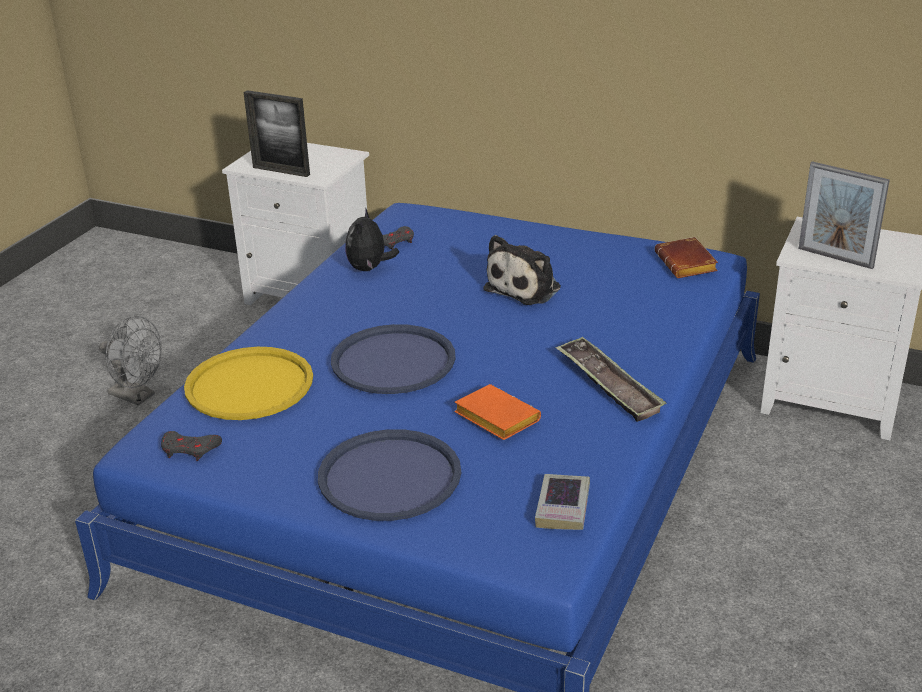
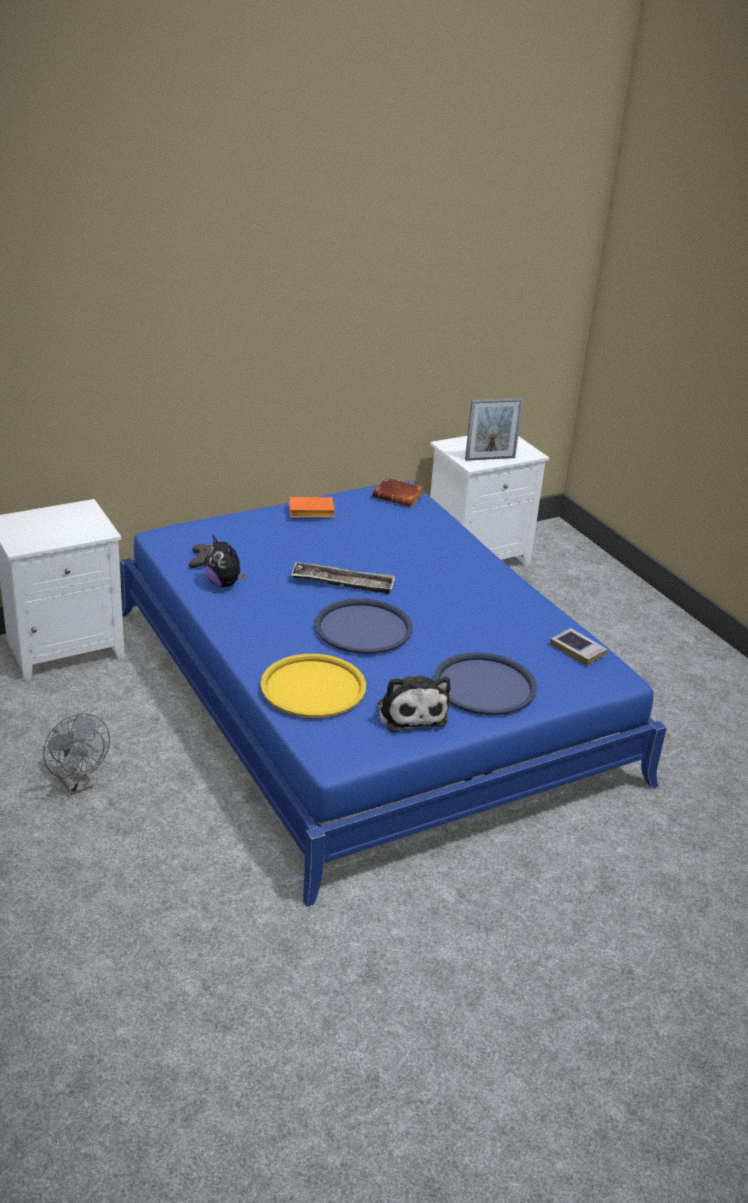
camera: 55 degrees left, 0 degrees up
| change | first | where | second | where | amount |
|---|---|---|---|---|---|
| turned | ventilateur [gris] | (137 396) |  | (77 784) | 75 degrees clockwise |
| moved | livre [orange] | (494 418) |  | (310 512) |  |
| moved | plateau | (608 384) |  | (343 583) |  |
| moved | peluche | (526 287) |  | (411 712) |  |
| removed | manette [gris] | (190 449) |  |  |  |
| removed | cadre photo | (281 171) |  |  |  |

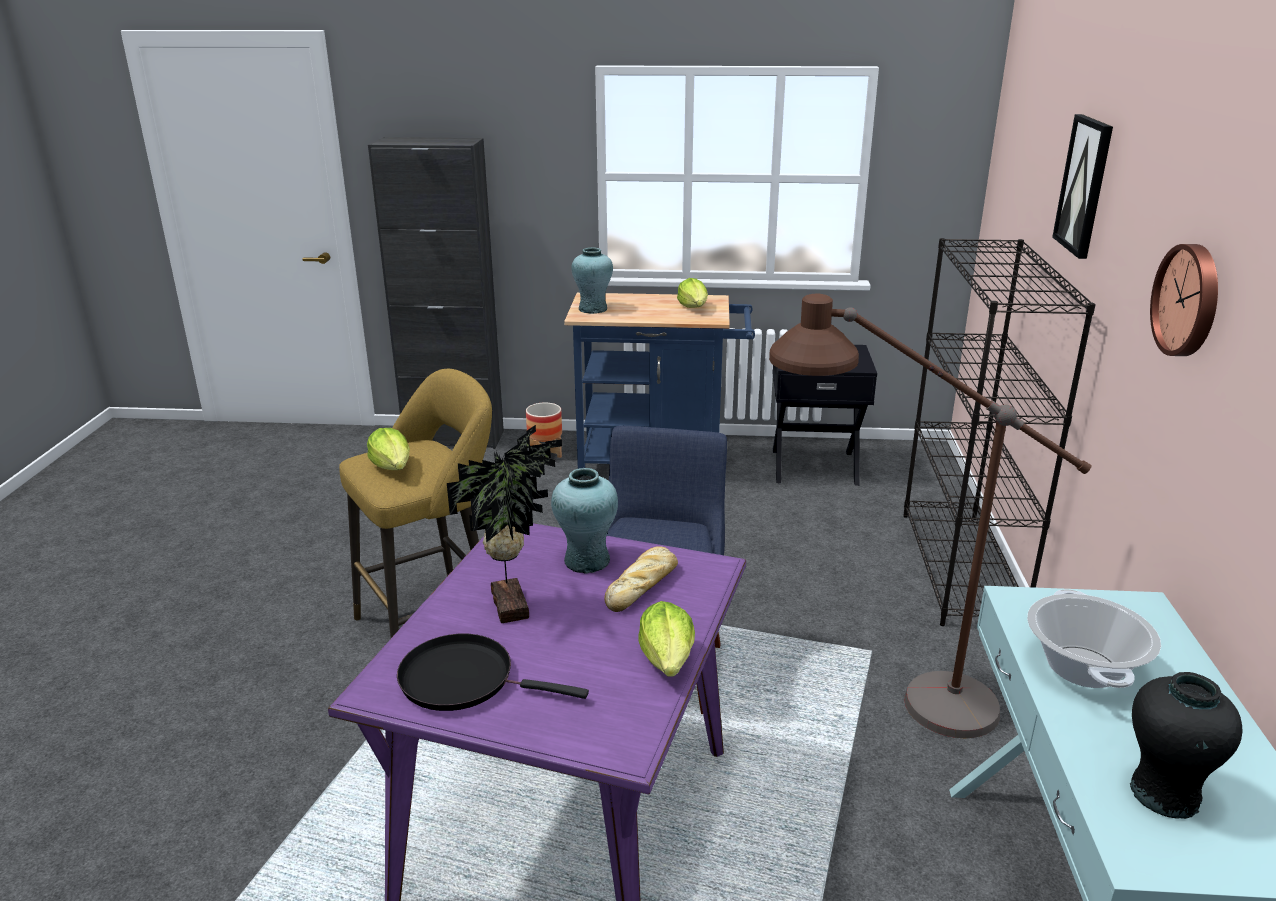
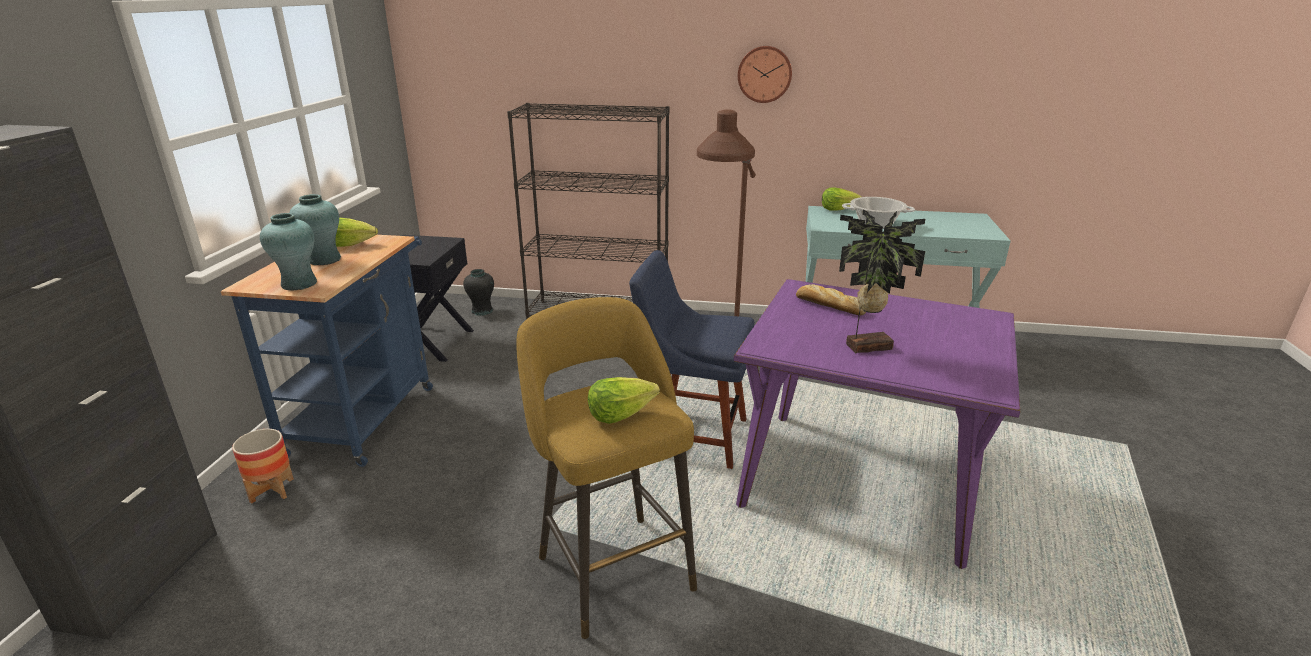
camera: 85 degrees left, 0 degrees up
| change | first | where | second | where | amount |
|---|---|---|---|---|---|
| moved | vase [turquoise] | (586 561) |  | (324 260) |  |
| moved | vase [noir] | (1164 794) |  | (482 311) |  |
| moved | laitue | (668 659) |  | (838 209) |  |
| removed | poêle [noir] | (464 679) |  |  |  |
| removed | tableau | (1084 185) |  |  |  |

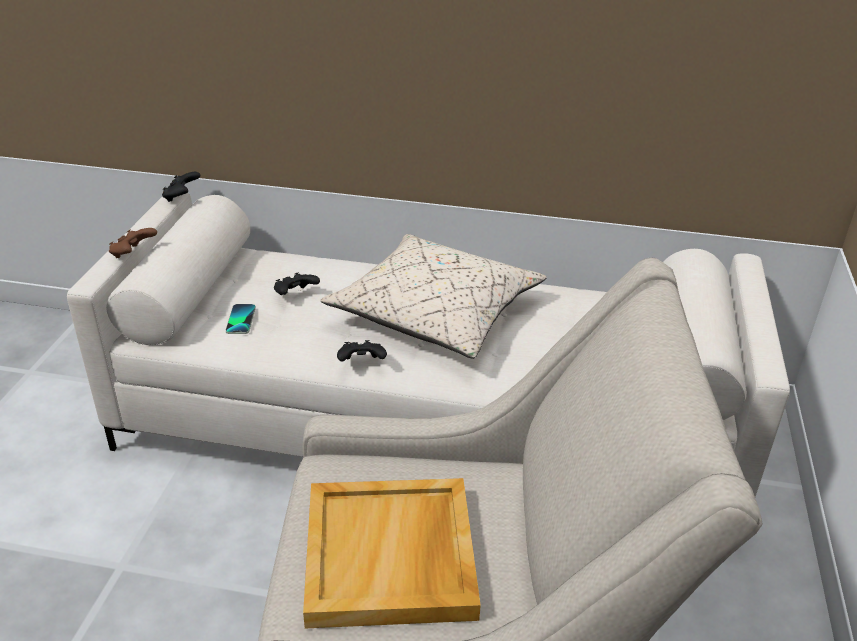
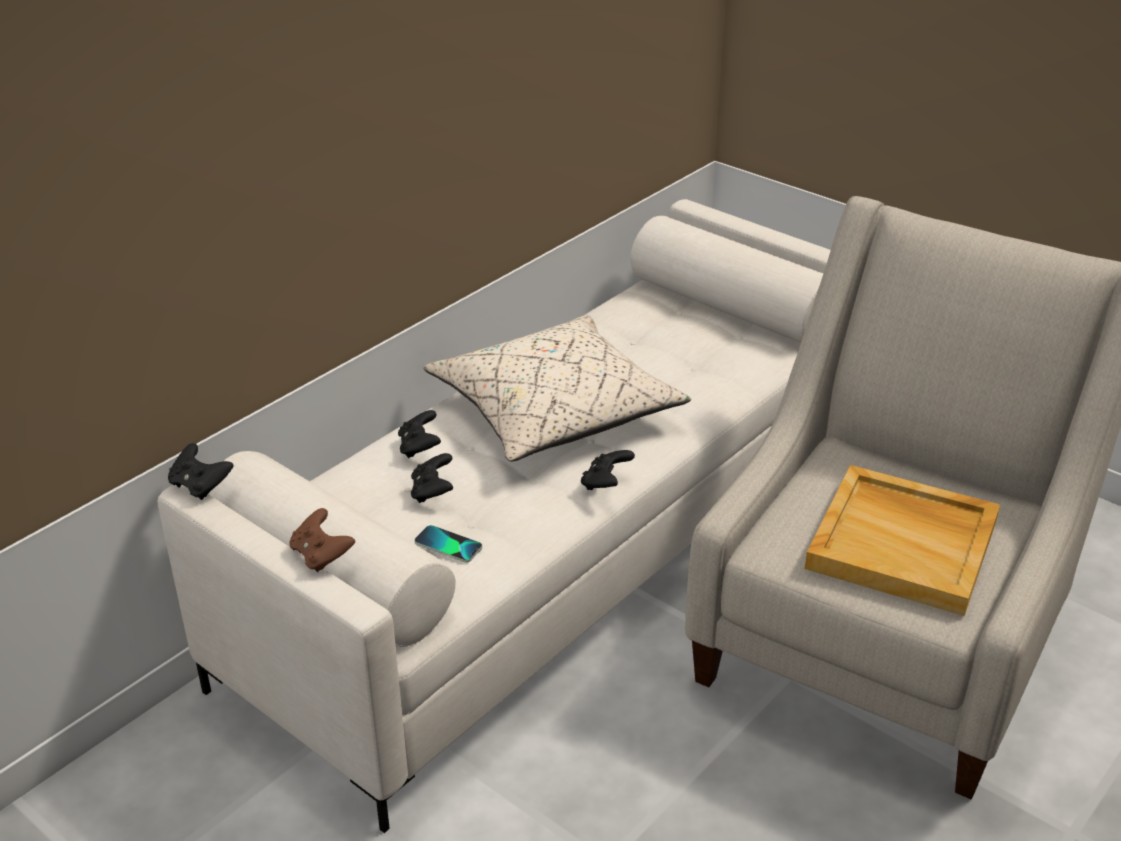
camera: 60 degrees left, 0 degrees up
| change | first | where | second | where | amount |
|---|---|---|---|---|---|
| added |  |  | manette [noir] | (419 447) |  |

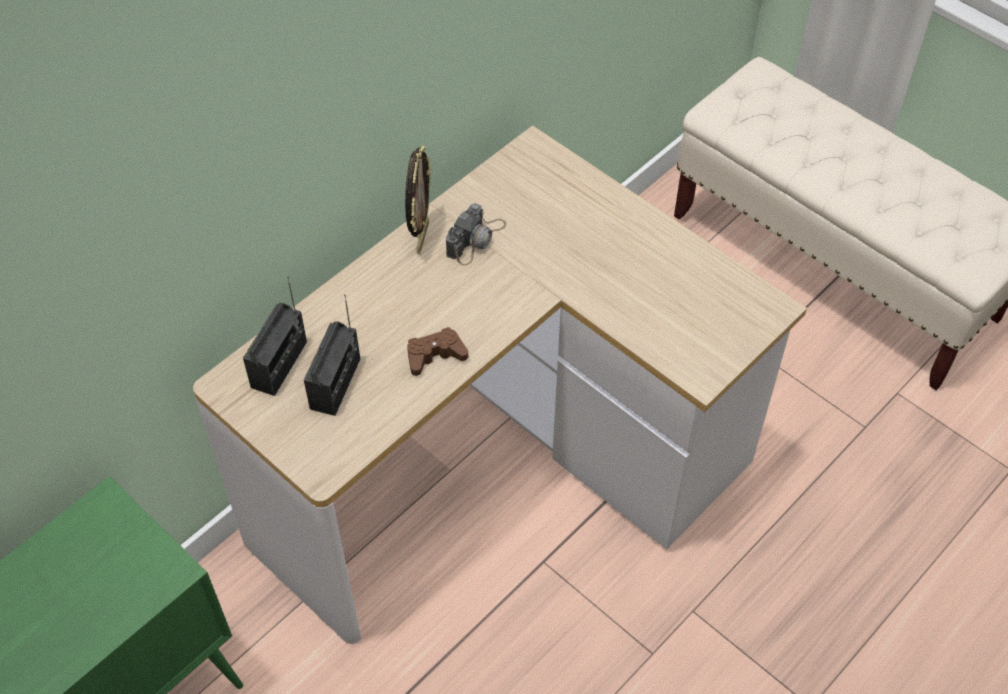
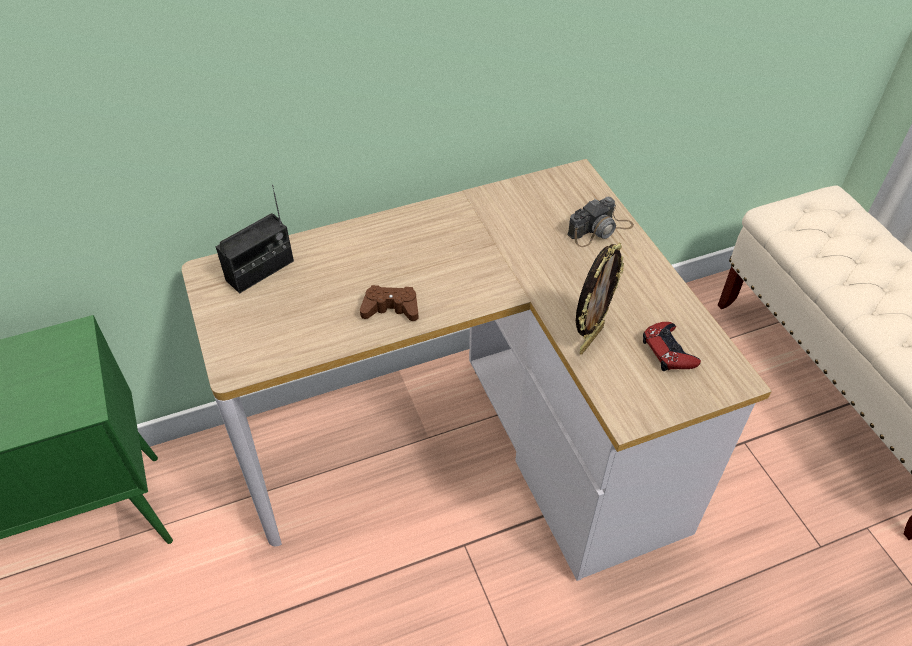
camera: 25 degrees right, 5 degrees down
| change | first | where | second | where | amount |
|---|---|---|---|---|---|
| moved | appareil photo | (476 239) |  | (600 230) |  |
| moved | cadre photo | (421 237) |  | (590 338) |  |
| added |  |  | manette [rouge] | (668 351) |  |
| removed | radio | (335 384) |  |  |  |

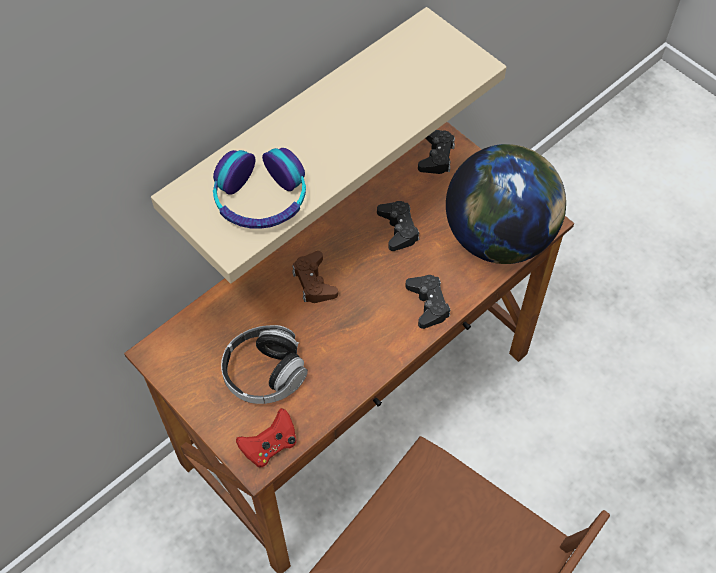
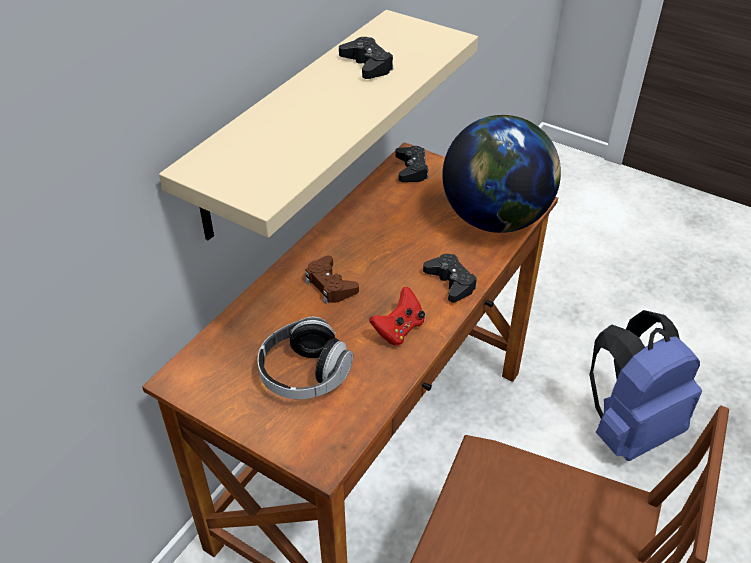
camera: 15 degrees left, 15 degrees down
| change | first | where | second | where | amount |
|---|---|---|---|---|---|
| moved | manette [noir] | (398 229) |  | (367 65) |  |
| moved | manette [rouge] | (270 446) |  | (399 329) |  |
| added |  |  | sac à dos [bleu] | (629 427) |  |
| removed | casque audio | (261 199) |  |  |  |

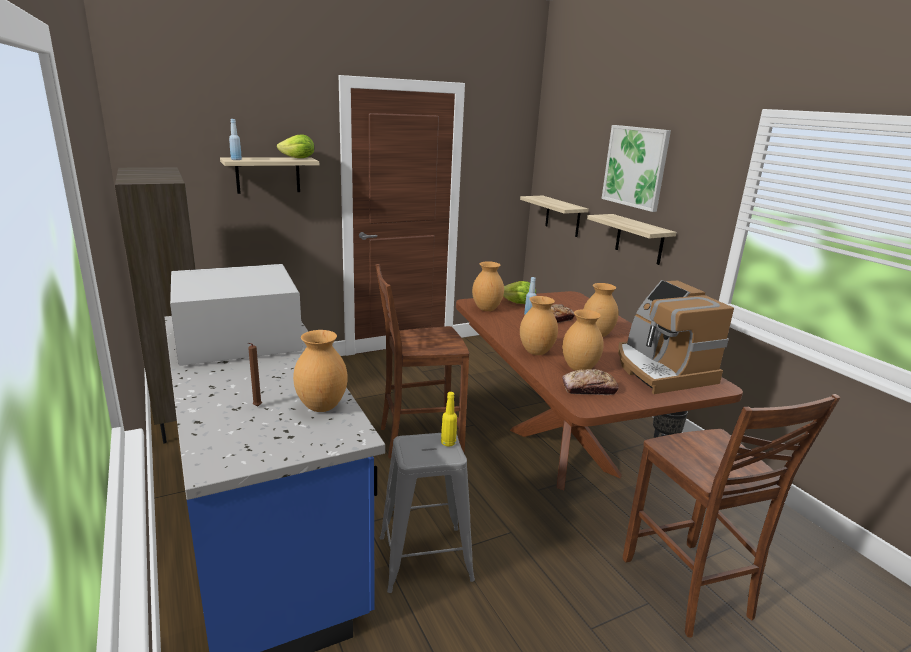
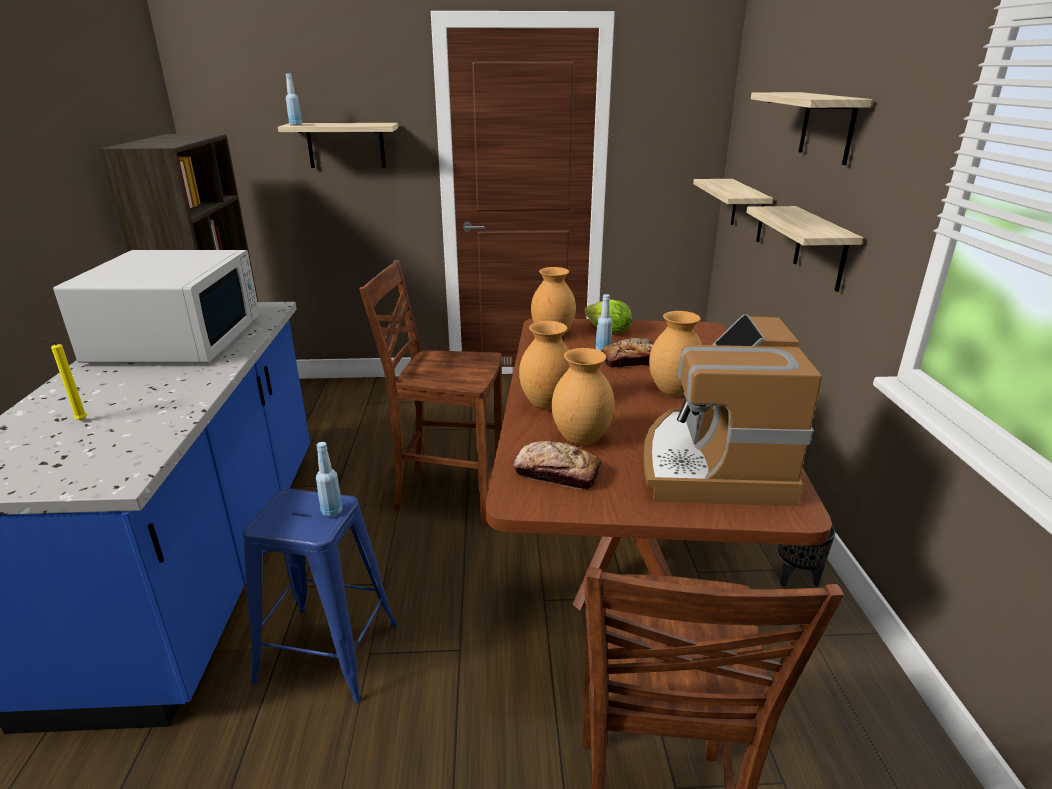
camera: 25 degrees right, 5 degrees up
| change | first | where | second | where | amount |
|---|---|---|---|---|---|
| recoloured | bougie [marron] | (256 407) | bougie [jaune] | (79 421) |  |
| turned | micro-ondes [blanc] | (237 340) |  | (178 338) | 90 degrees clockwise |
| recoloured | tabouret [gris] | (425 558) | tabouret [bleu] | (327 652) |  |
| recoloured | bouteille [jaune] | (448 443) | bouteille [bleu] | (332 511) |  |
| replaced | tableau | (635 167) | étagère | (827 127) |  |
| removed | laitue | (298 158) |  |  |  |
| removed | vase [marron] | (321 407) |  |  |  |

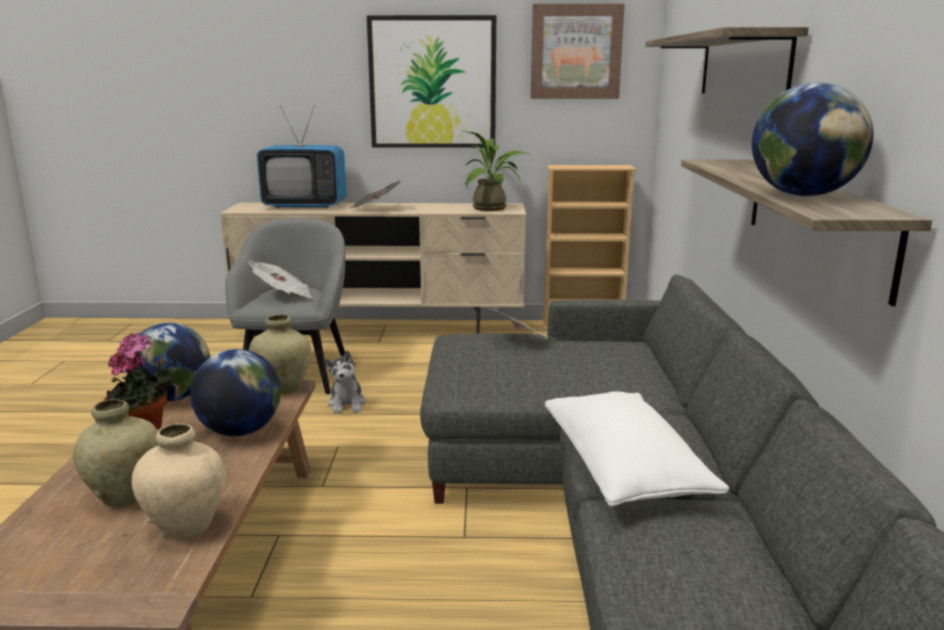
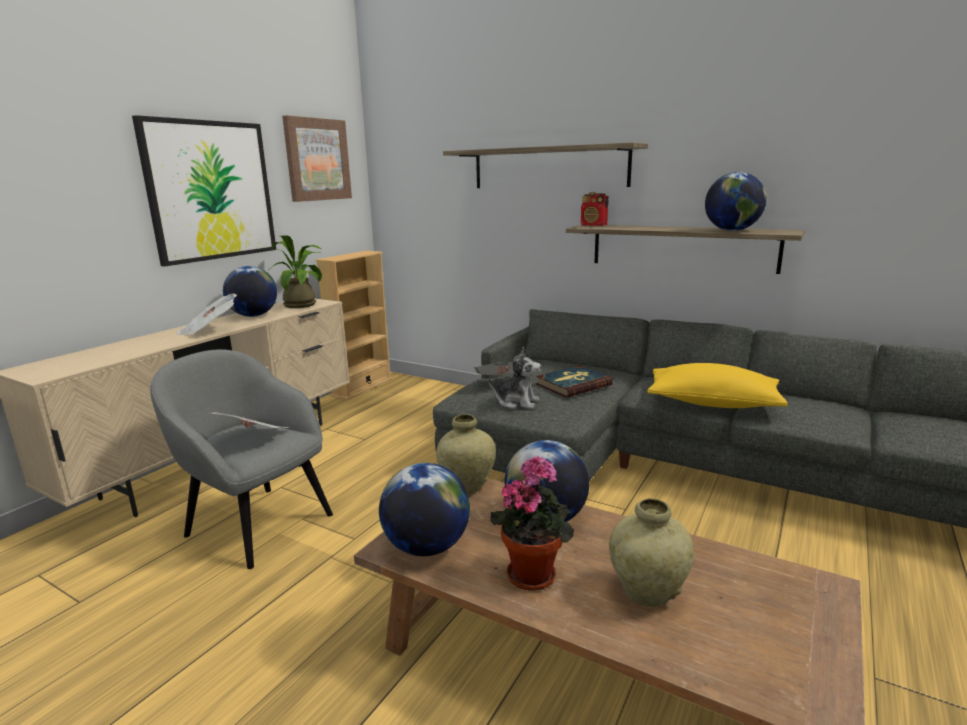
camera: 60 degrees left, 0 degrees up
| change | first | where | second | where | amount |
|---|---|---|---|---|---|
| added |  |  | globe | (254 316) |  |
| moved | peluche | (347 404) |  | (517 402) |  |
| added |  |  | livre | (573 384) |  |
| added |  |  | radio | (594 225) |  |
| recoloured | coussin [blanc] | (624 469) | coussin [jaune] | (712 403) |  |
| removed | vase [beige] | (186 527) |  |  |  |
| removed | téléviseur | (305 206) |  |  |  |

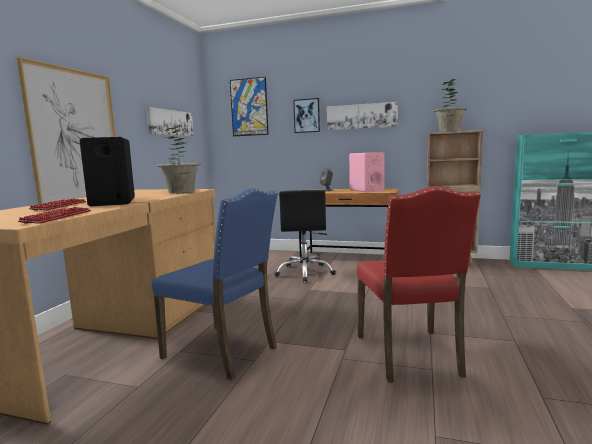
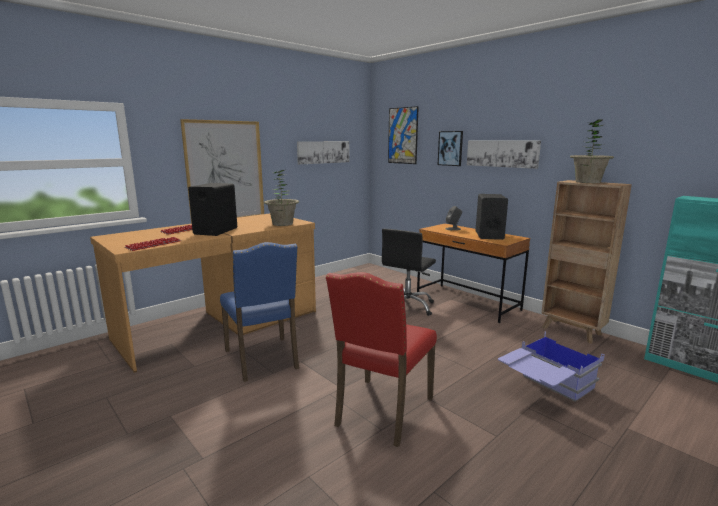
camera: 30 degrees right, 5 degrees up
| change | first | where | second | where | amount |
|---|---|---|---|---|---|
| recoloured | enceinte [rose] | (366 190) | enceinte [noir] | (489 235) |  |
| added |  |  | boîte de rangement [bleu] | (545 389) |  |

